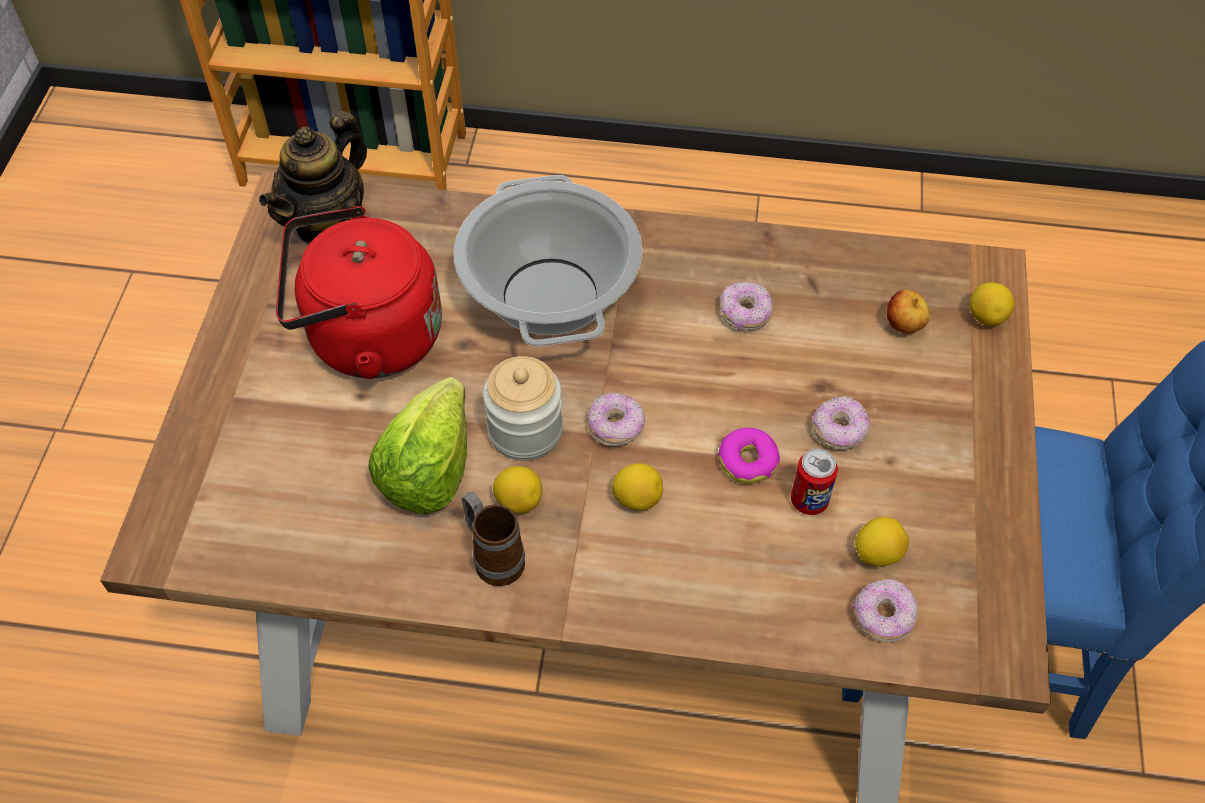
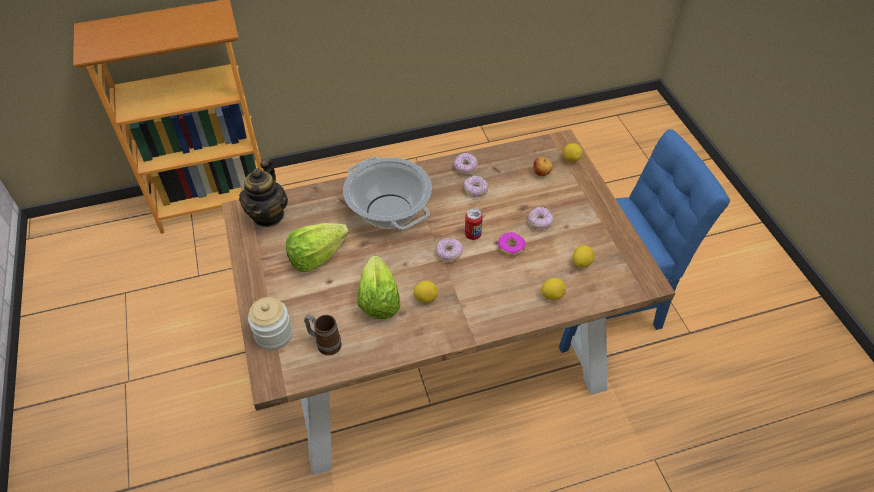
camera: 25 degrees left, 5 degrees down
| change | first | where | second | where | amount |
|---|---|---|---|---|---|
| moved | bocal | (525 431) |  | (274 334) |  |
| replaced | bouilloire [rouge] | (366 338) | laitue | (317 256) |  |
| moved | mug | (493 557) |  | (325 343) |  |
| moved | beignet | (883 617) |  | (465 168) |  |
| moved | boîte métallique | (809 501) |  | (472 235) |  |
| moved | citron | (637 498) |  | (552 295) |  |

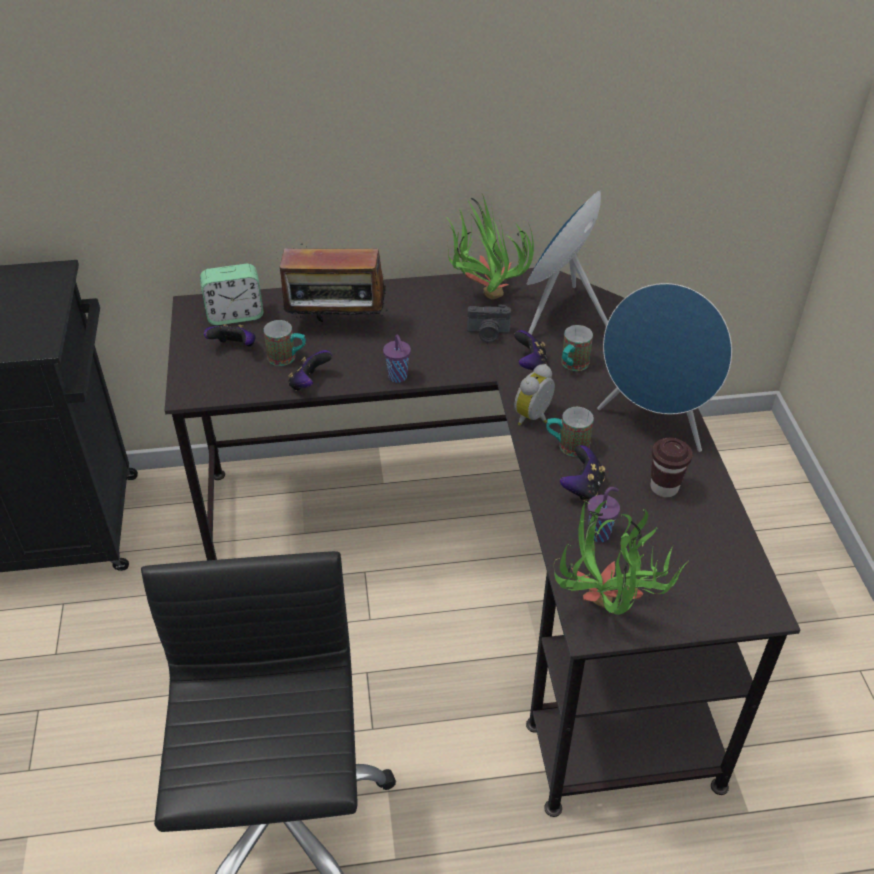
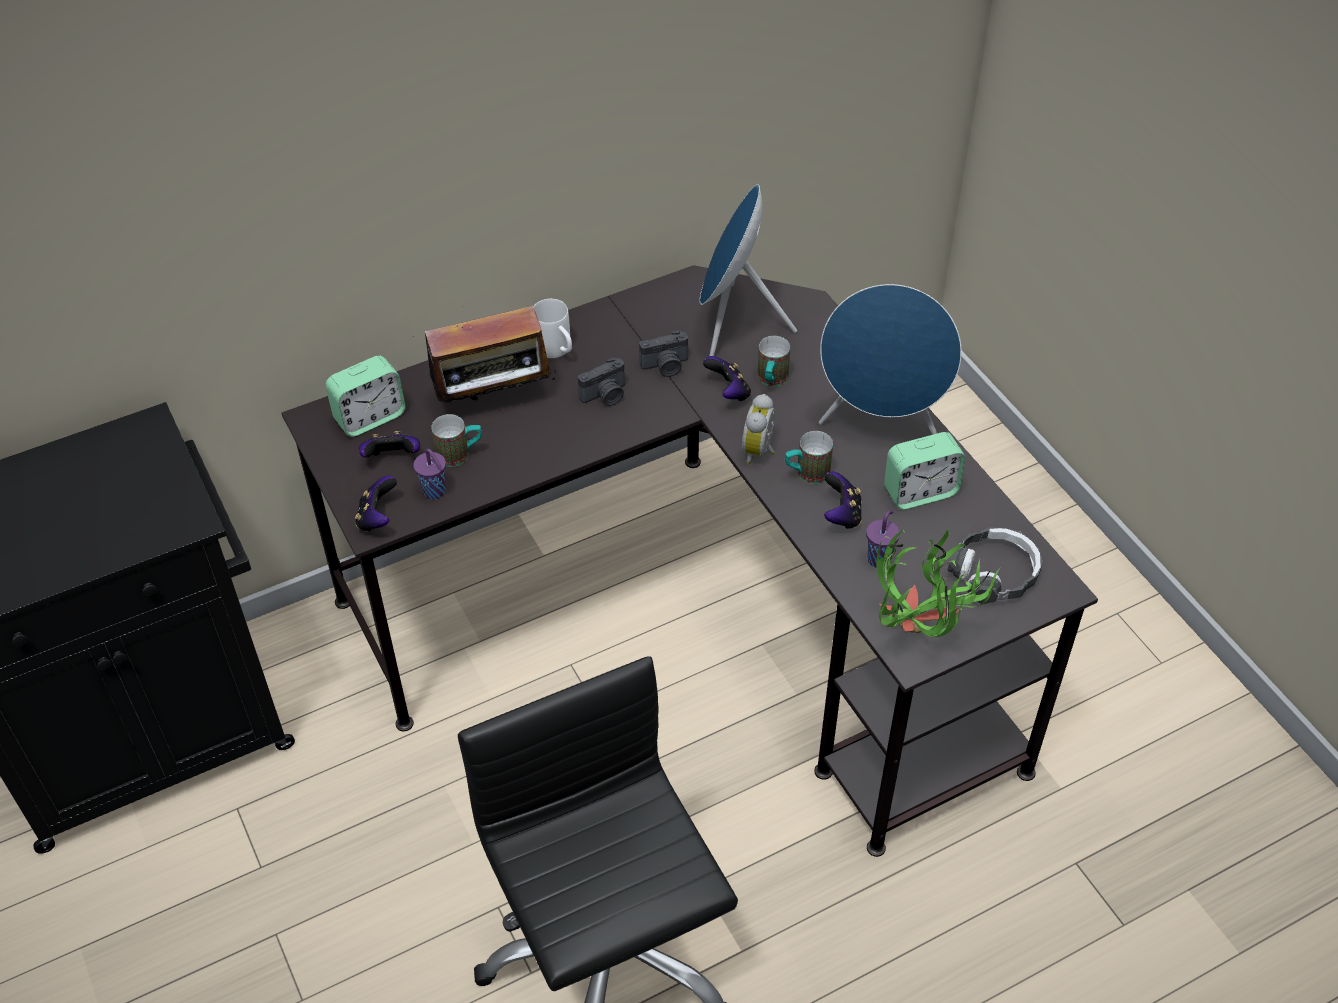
camera: 20 degrees left, 5 degrees up
| change | first | where | second | where | amount |
|---|---|---|---|---|---|
| moved | manette | (309 383) |  | (377 518) |  |
| moved | tasse [violet] | (398 377) |  | (435 492) |  |
| added |  |  | mug [blanc] | (557 351) |  |
| added |  |  | appareil photo | (605 396) |  |
| replaced | tasse [marron] | (664 487) | réveil | (920 492) |  |
| added |  |  | casque audio | (994 573) |  |
| removed | plante en pot | (482 296) |  |  |  |

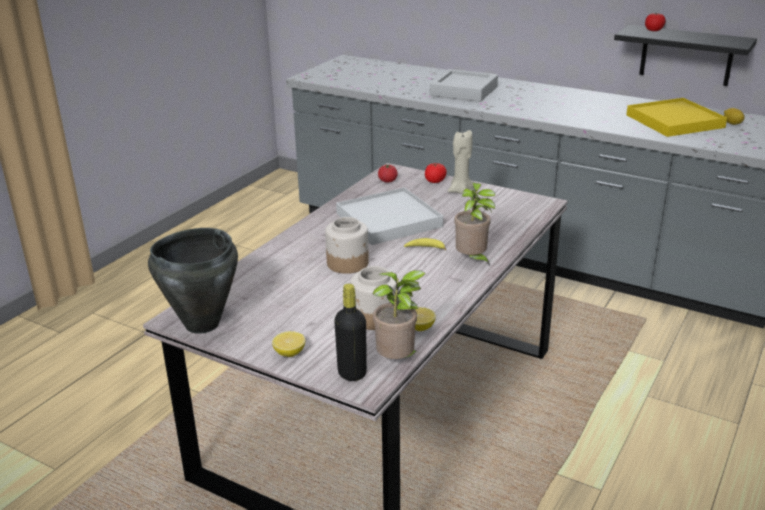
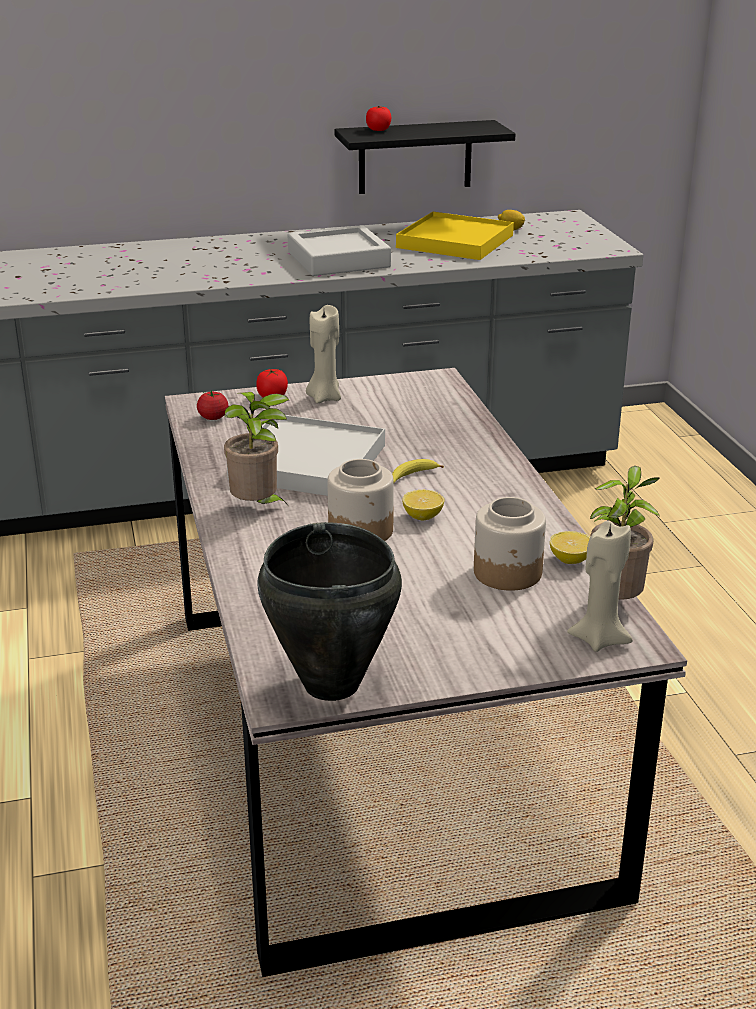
camera: 45 degrees left, 0 degrees up
| change | first | where | second | where | amount |
|---|---|---|---|---|---|
| moved | plante en pot | (472 260) |  | (258 508) |  |
| moved | plateau [gris] | (464 91) |  | (338 259) |  |
| moved | citron | (290 353) |  | (422 516) |  |
| replaced | bouteille [noir] | (352 373) | bougie [beige] | (599 639) |  |

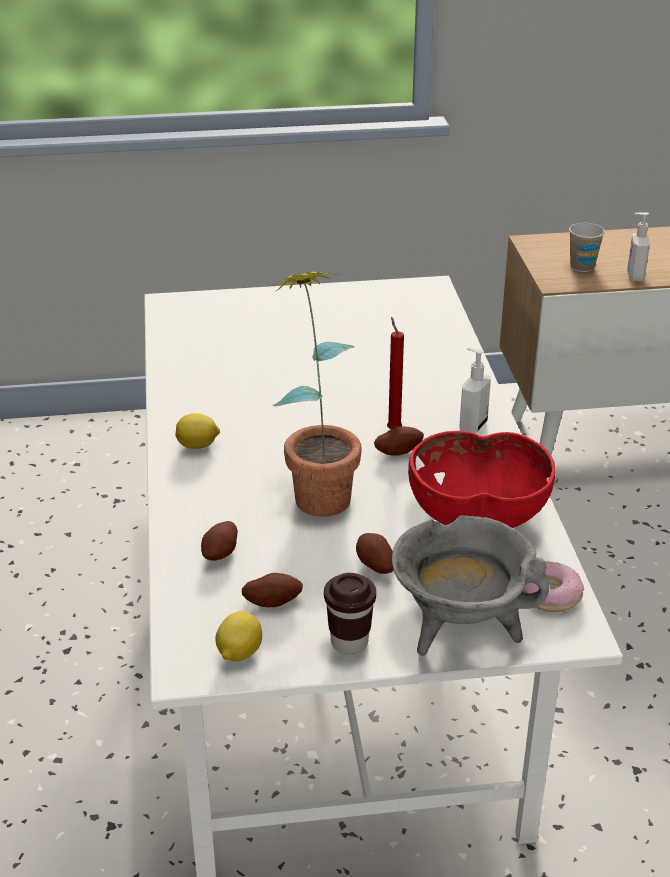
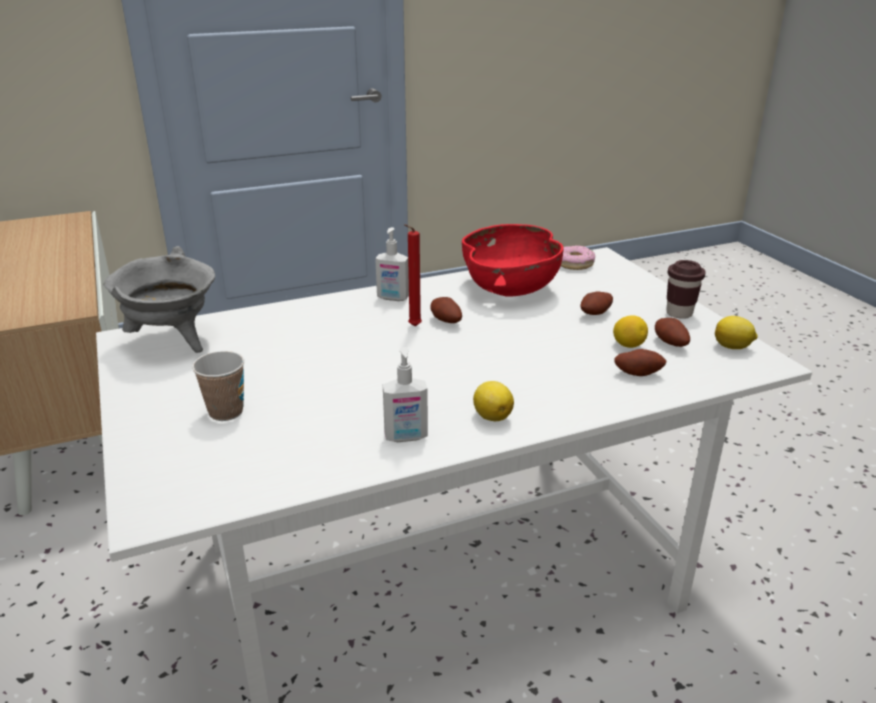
camera: 105 degrees left, 5 degrees down
| change | first | where | second | where | amount |
|---|---|---|---|---|---|
| moved | marmite [gris] | (461 630) |  | (173 341) |  |
| moved | tasse | (582 267) |  | (226 412) |  |
| moved | distributeur de savon | (634 276) |  | (406 437) |  |
| added |  |  | citron | (628 345) |  |
| removed | plante en pot | (318 489) |  |  |  |

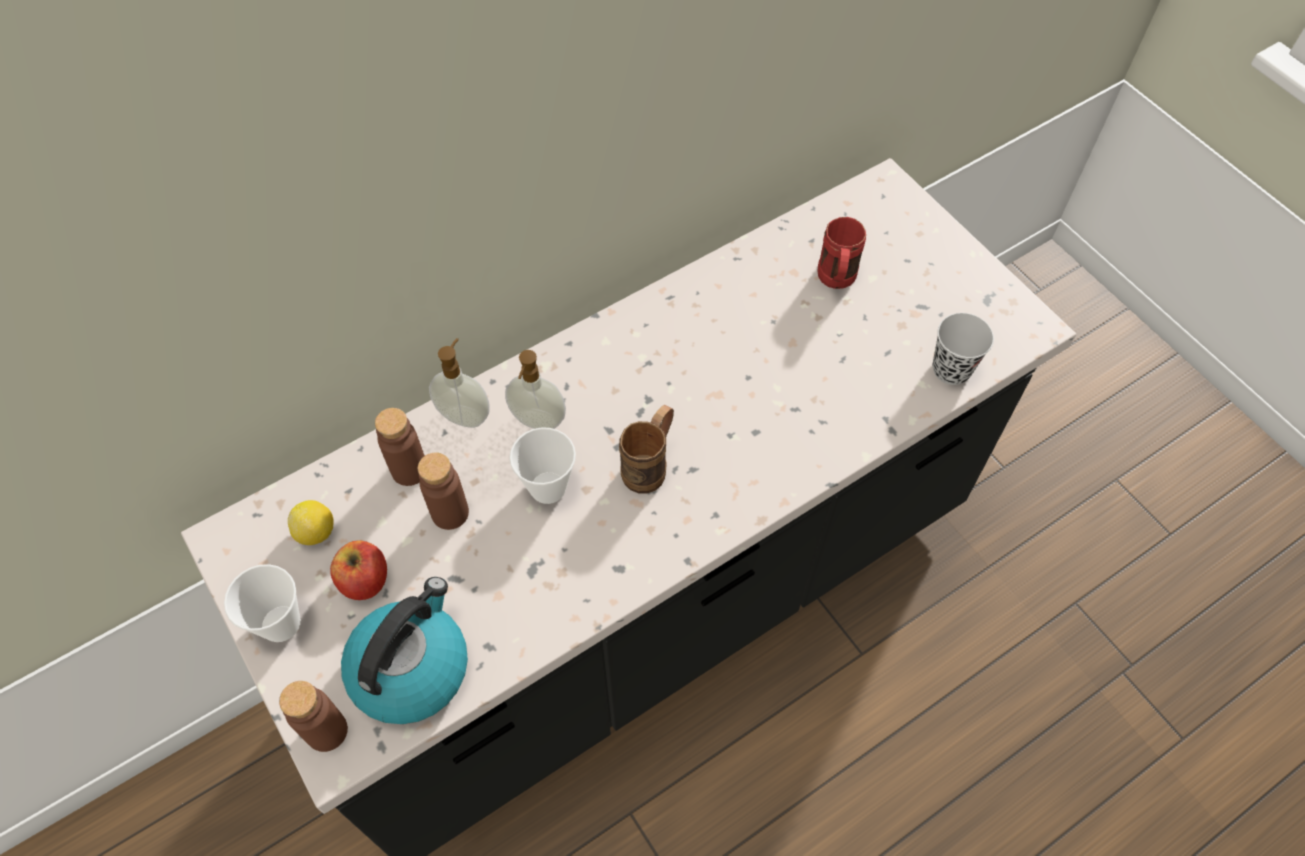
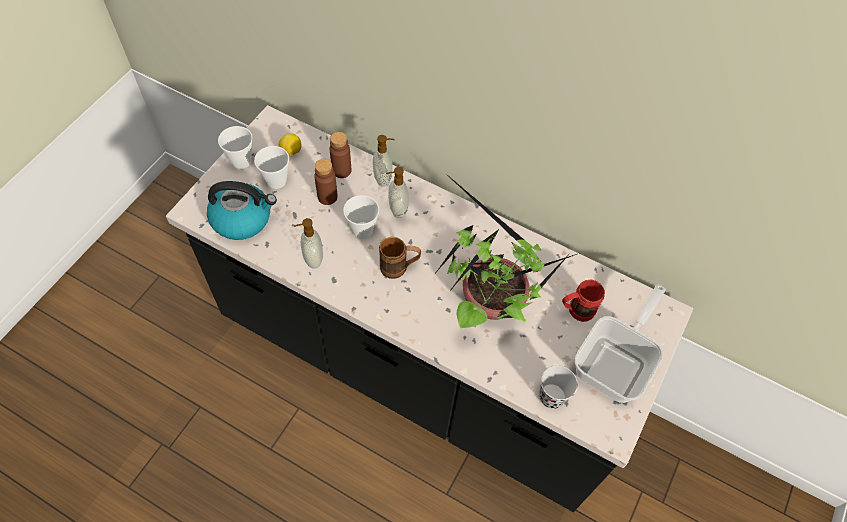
camera: 60 degrees right, 0 degrees up
| change | first | where | second | where | amount |
|---|---|---|---|---|---|
| replaced | pomme | (364 580) | tasse | (276 181) |  |
| added |  |  | distributeur de savon | (312 259) |  |
| added |  |  | plante en pot | (489 299) |  |
| added |  |  | poêle | (616 362) |  |
| removed | bouteille [marron] | (327 731) |  |  |  |

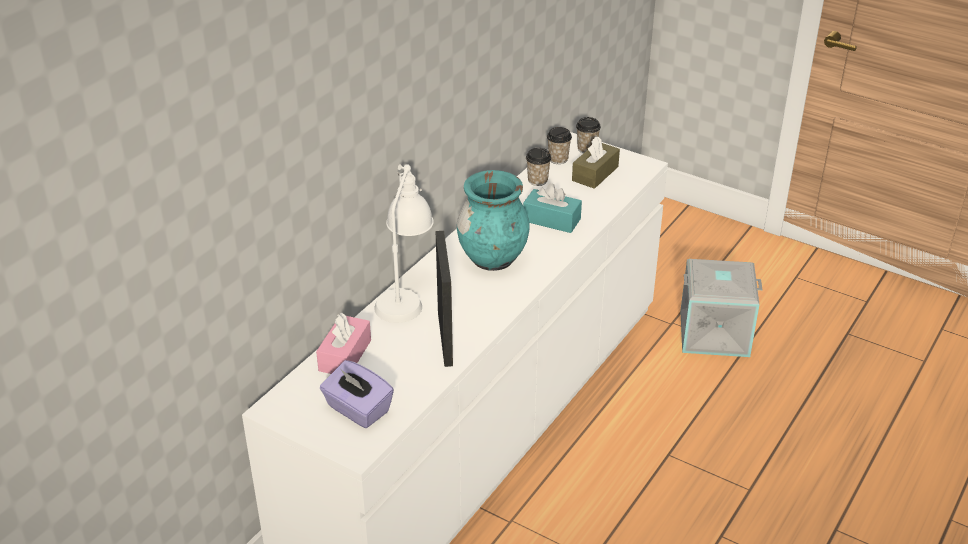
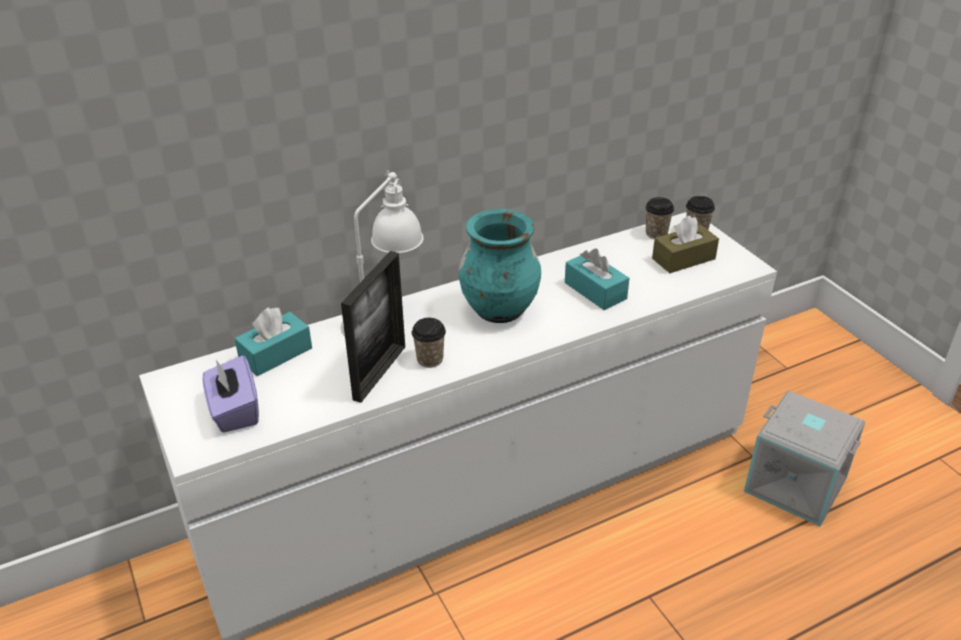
camera: 30 degrees right, 0 degrees up
| change | first | where | second | where | amount |
|---|---|---|---|---|---|
| recoloured | boîte à mouchoirs [rose] | (345 355) | boîte à mouchoirs [turquoise] | (276 354) |  |
| moved | tasse | (537 180) |  | (430 359) |  |

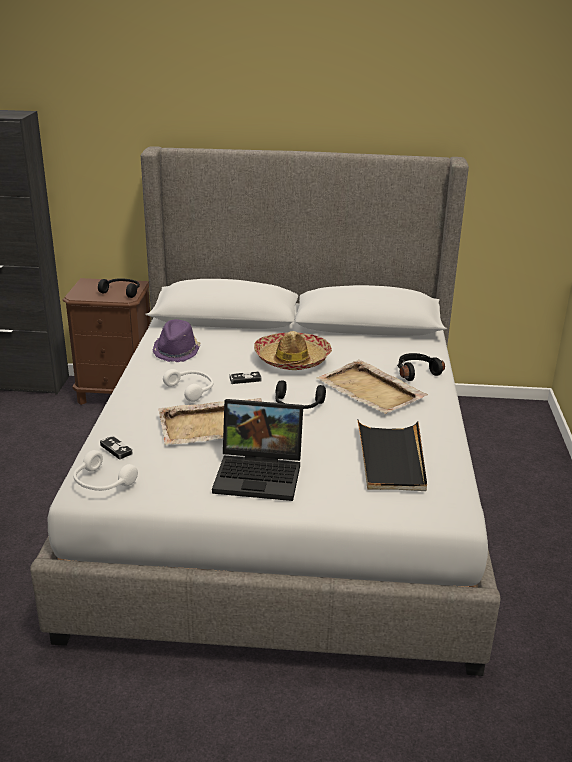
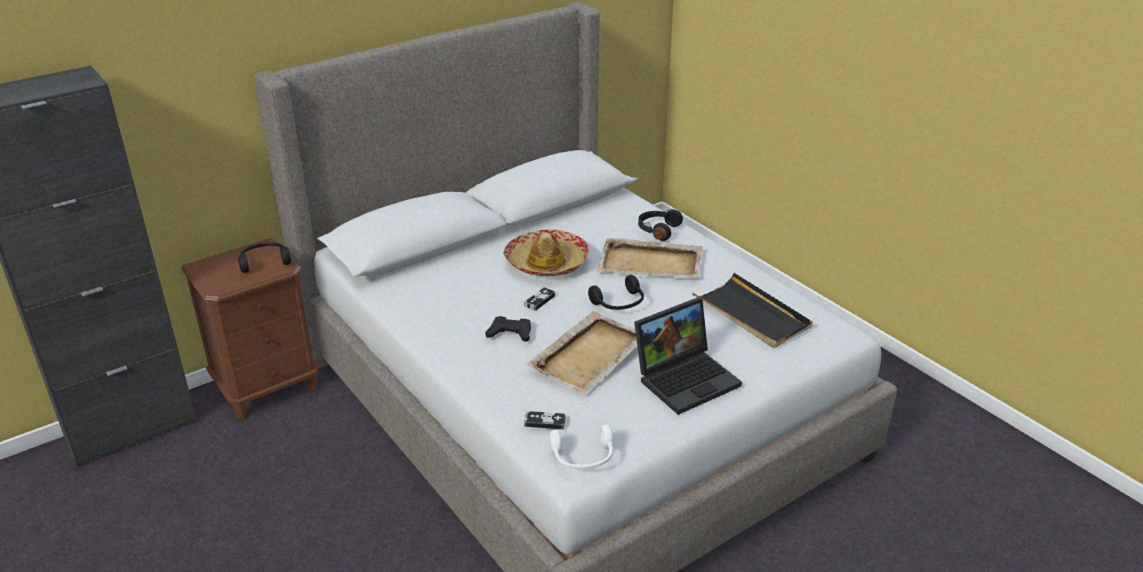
camera: 40 degrees left, 5 degrees up
| change | first | where | second | where | amount |
|---|---|---|---|---|---|
| replaced | casque audio [blanc] | (192 389) | manette [noir] | (510 333) |  |
| removed | chapeau [violet] | (177 351) |  |  |  |

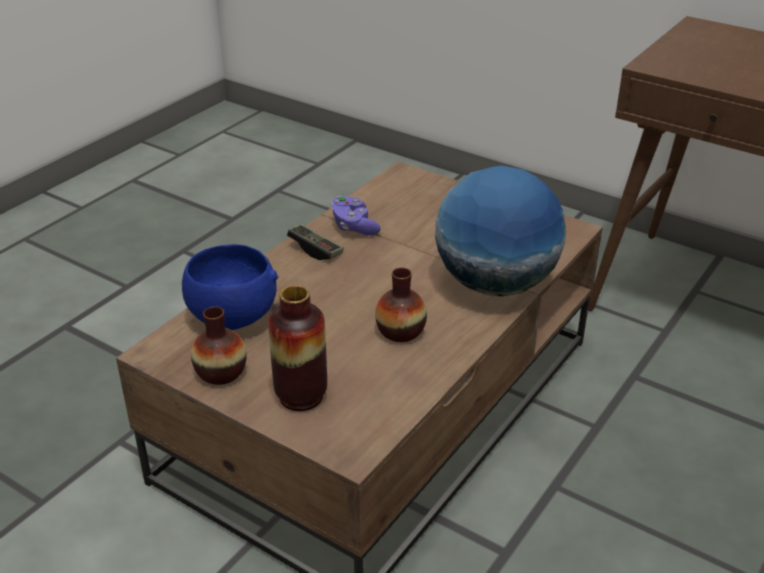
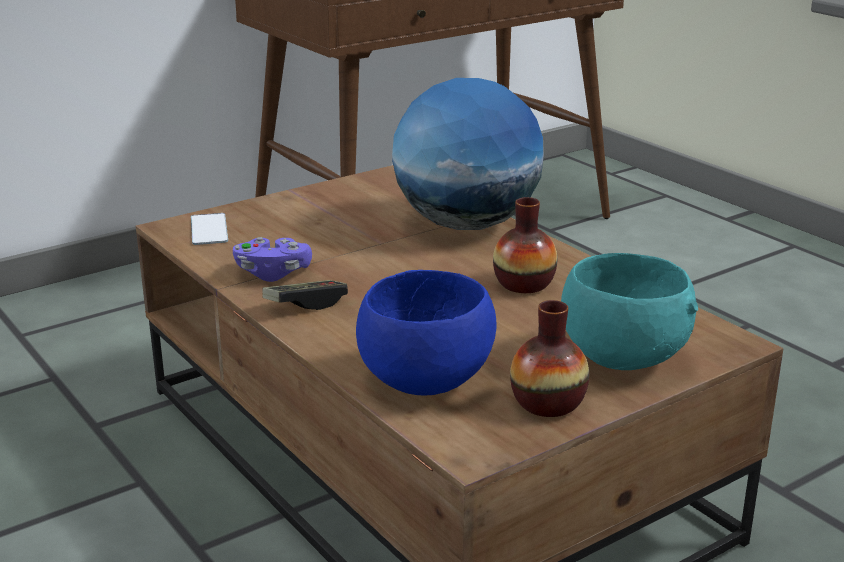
camera: 70 degrees left, 10 degrees down
| change | first | where | second | where | amount |
|---|---|---|---|---|---|
| added |  |  | téléphone | (209 229) |  |
| replaced | vase | (301 396) | bol [turquoise] | (621 357) |  |

